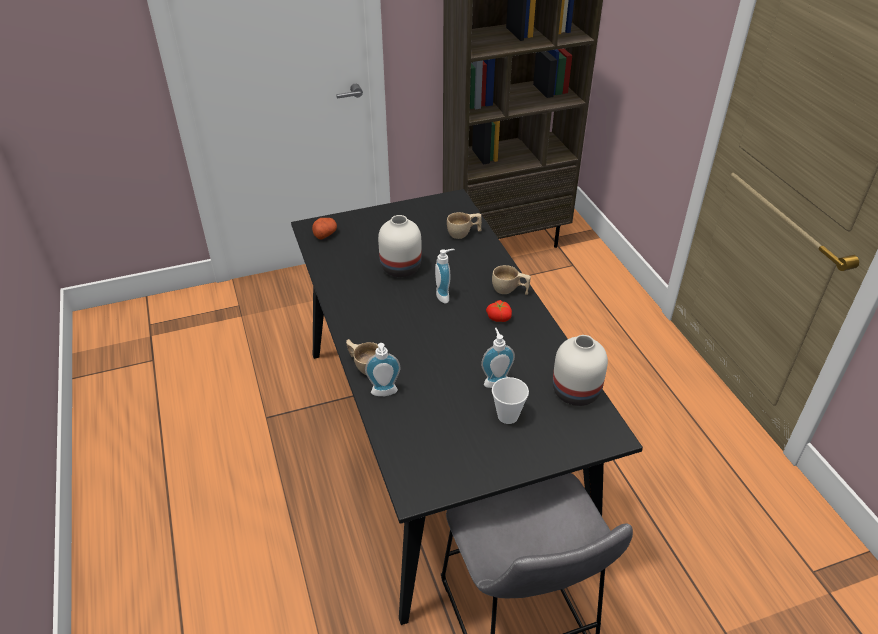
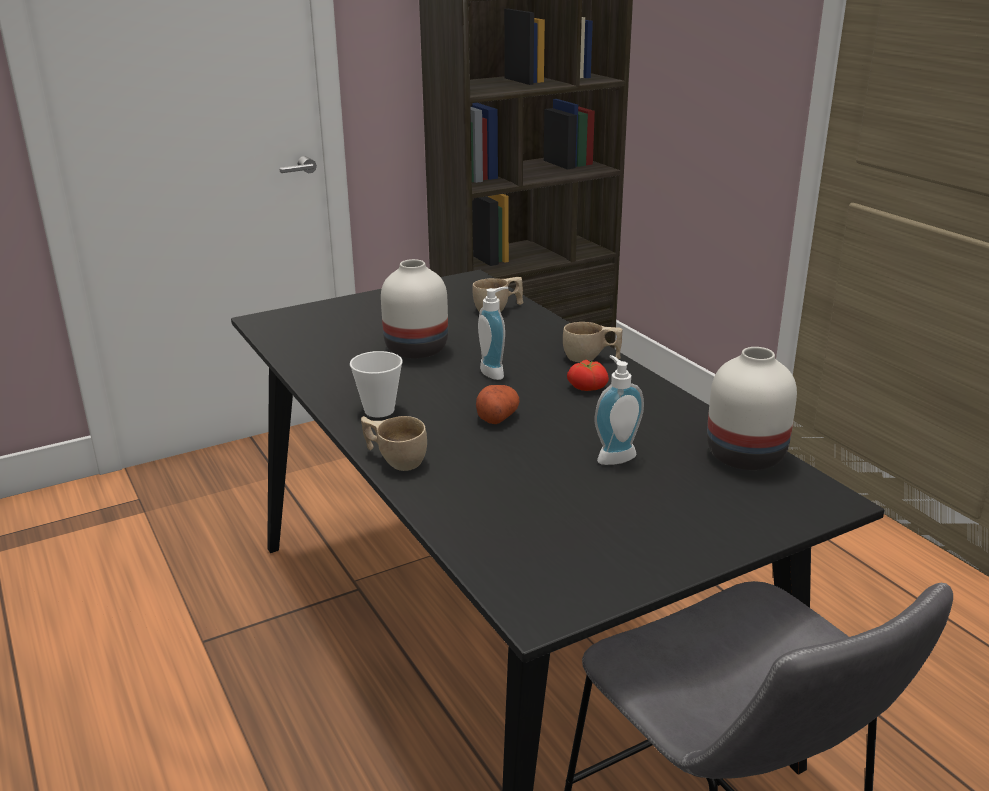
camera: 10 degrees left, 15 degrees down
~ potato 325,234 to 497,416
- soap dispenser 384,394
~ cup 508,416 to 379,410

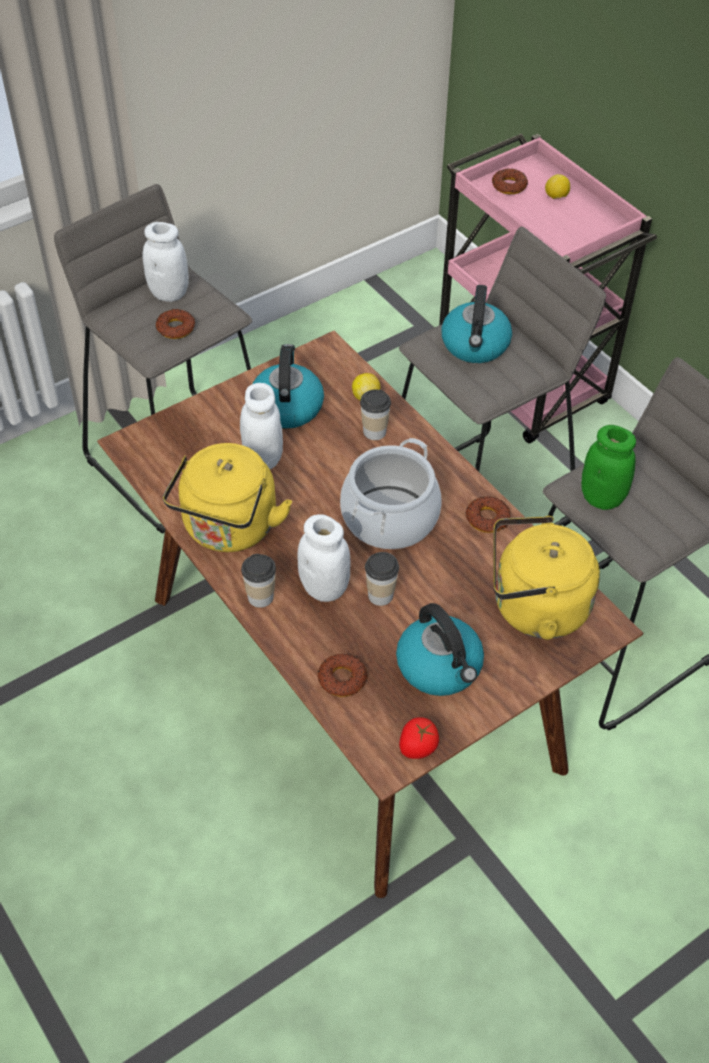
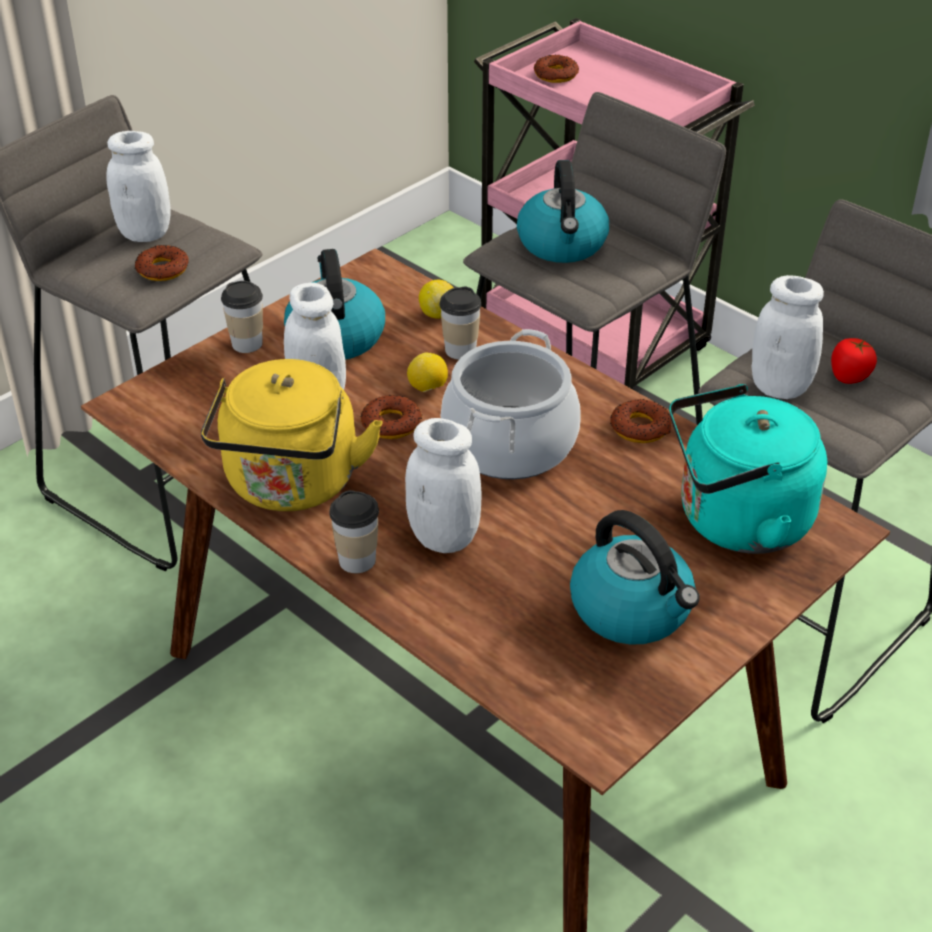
camera: 10 degrees left, 10 degrees down
~ lemon 556,197 to 428,388
~ green jar 602,498 to white jar 780,387
~ yellow kettle 534,607 to turquoise kettle 736,521
~ cup 380,595 to 247,343
~ donut 342,679 to 391,423
~ tomato 417,747 to 849,376

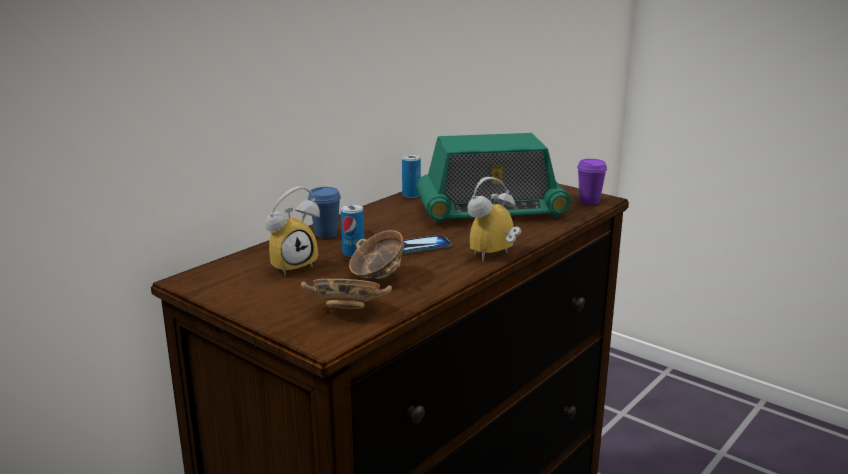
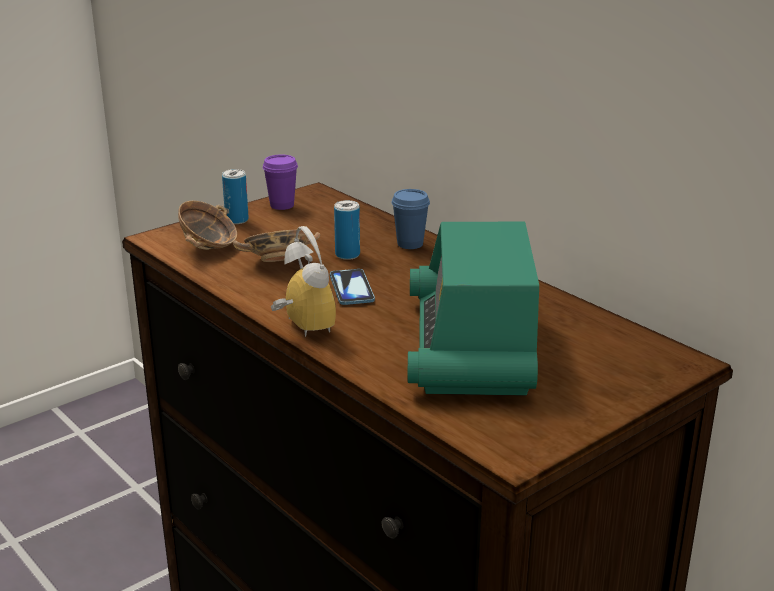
camera: 100 degrees right, 5 degrees up
~ can 411,195 to 237,220
~ purple cup 589,201 to 282,205
- alarm clock 292,265

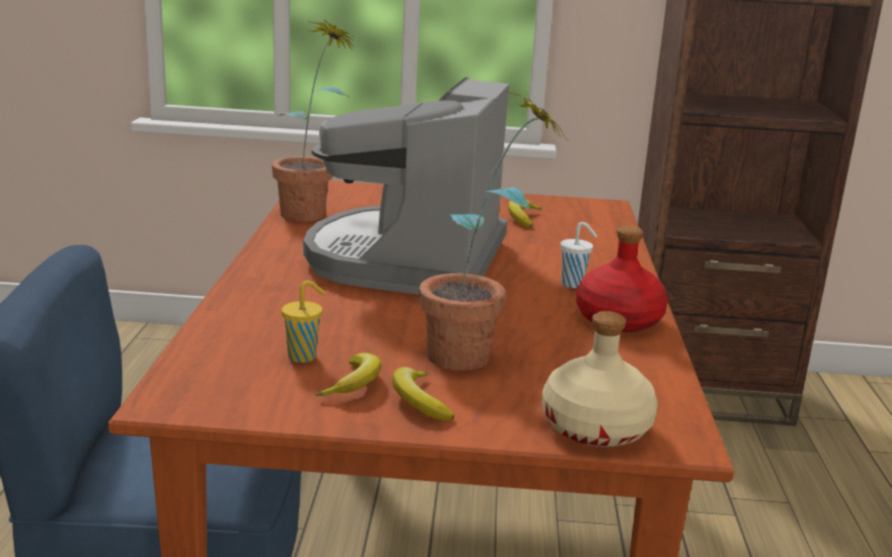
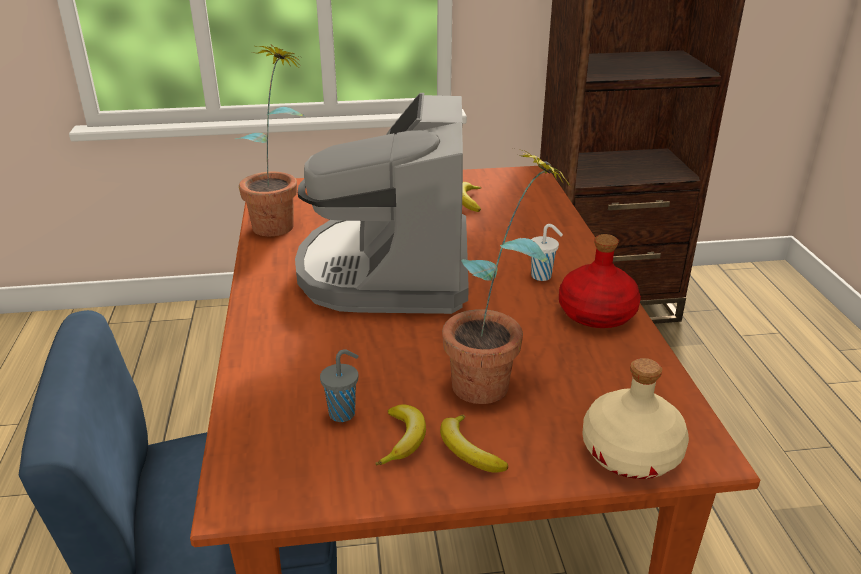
camera: 10 degrees left, 10 degrees up
~ yellow cup 304,357 to grey cup 343,413

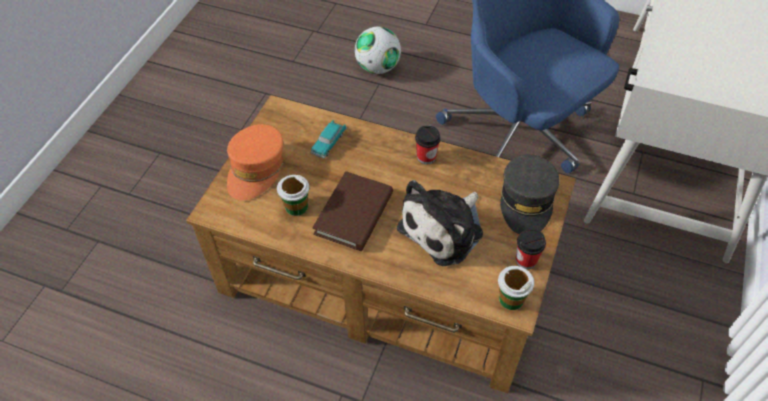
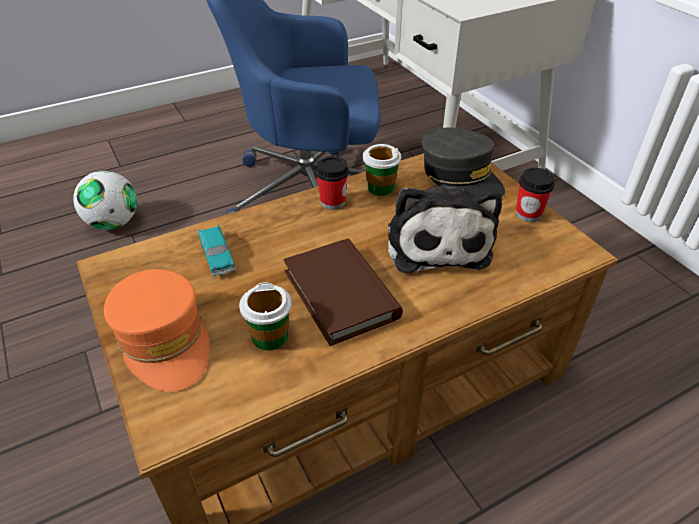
camera: 50 degrees left, 10 degrees down
~ cup 511,298 to 380,188

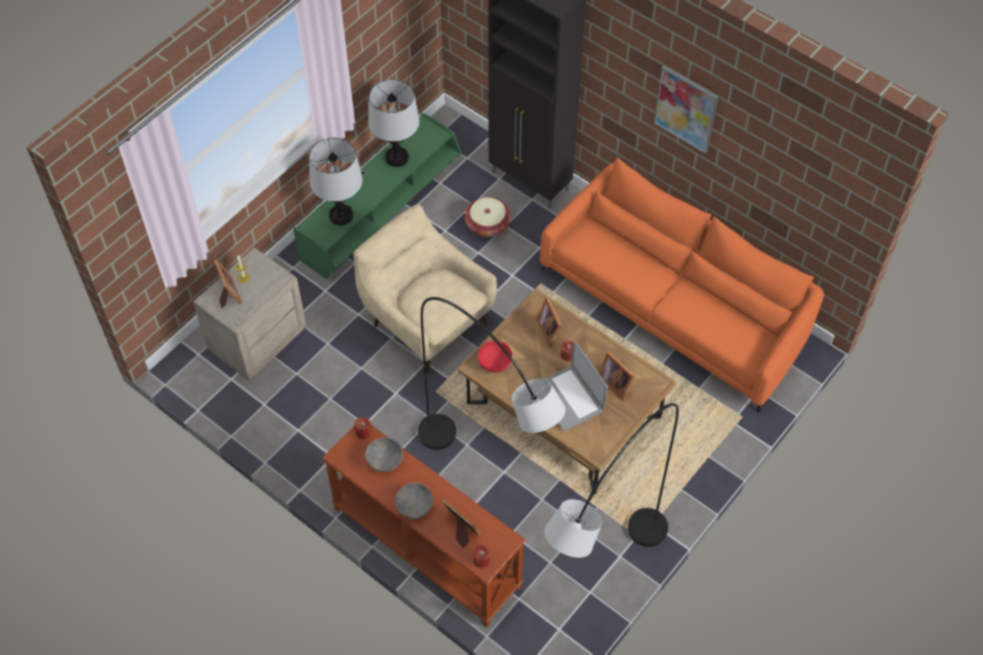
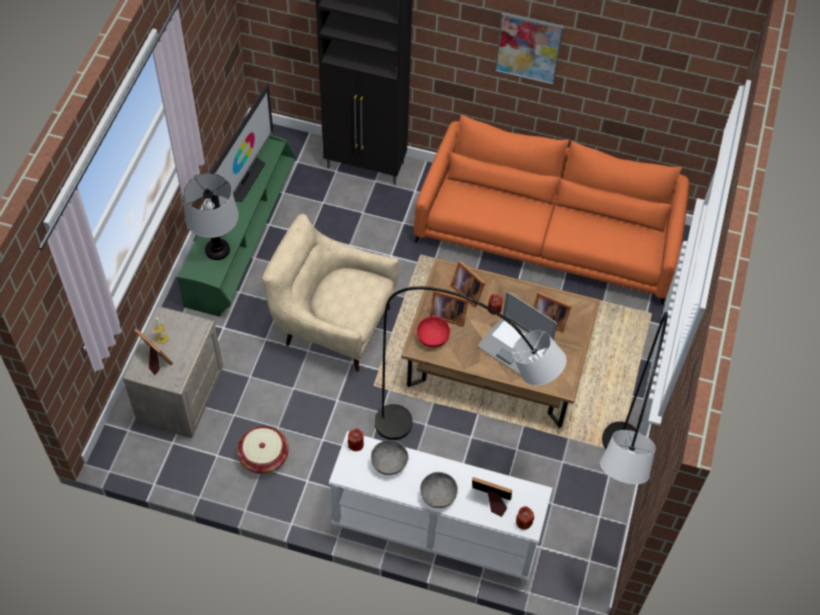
camera: 25 degrees left, 0 degrees up
~ table lamp 396,157 to television 243,179
~ basket 487,225 to 264,456
~ brown console table 425,548 to white console table 434,533
+ picture frame 447,314

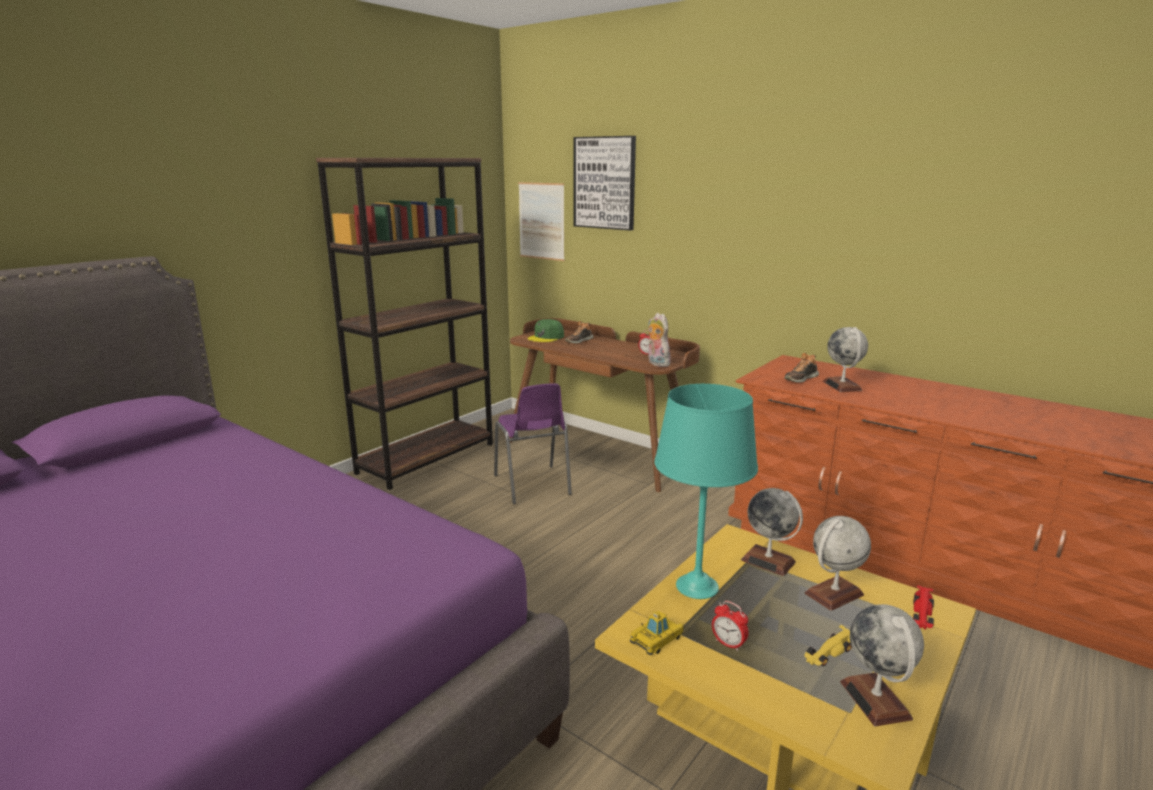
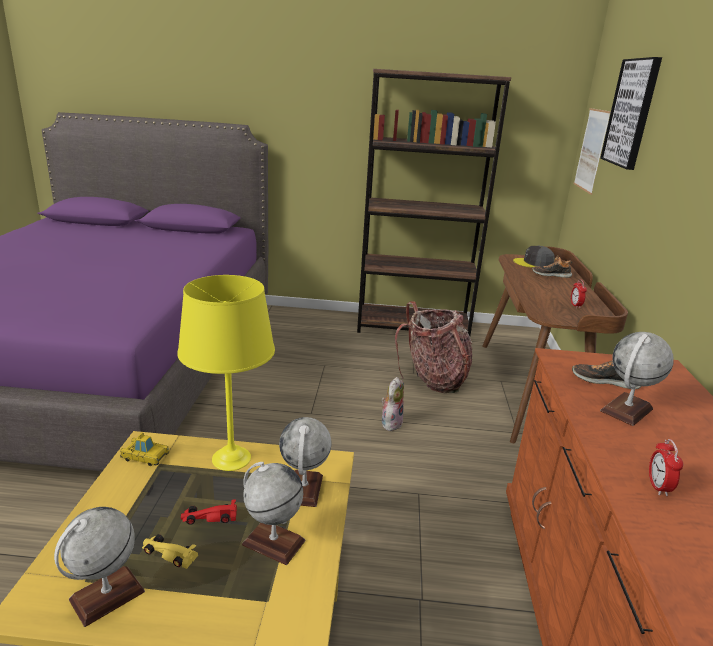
camera: 55 degrees right, 5 degrees up
~ plush toy 656,363 to 390,422
~ green cap 546,337 to grey cap 533,263
~ purple chair 532,486 to backpack 433,379
~ turquoise table lamp 697,587 to yellow table lamp 231,459
~ red toy car 922,614 to 209,517
~ alarm clock 728,644 to 658,487

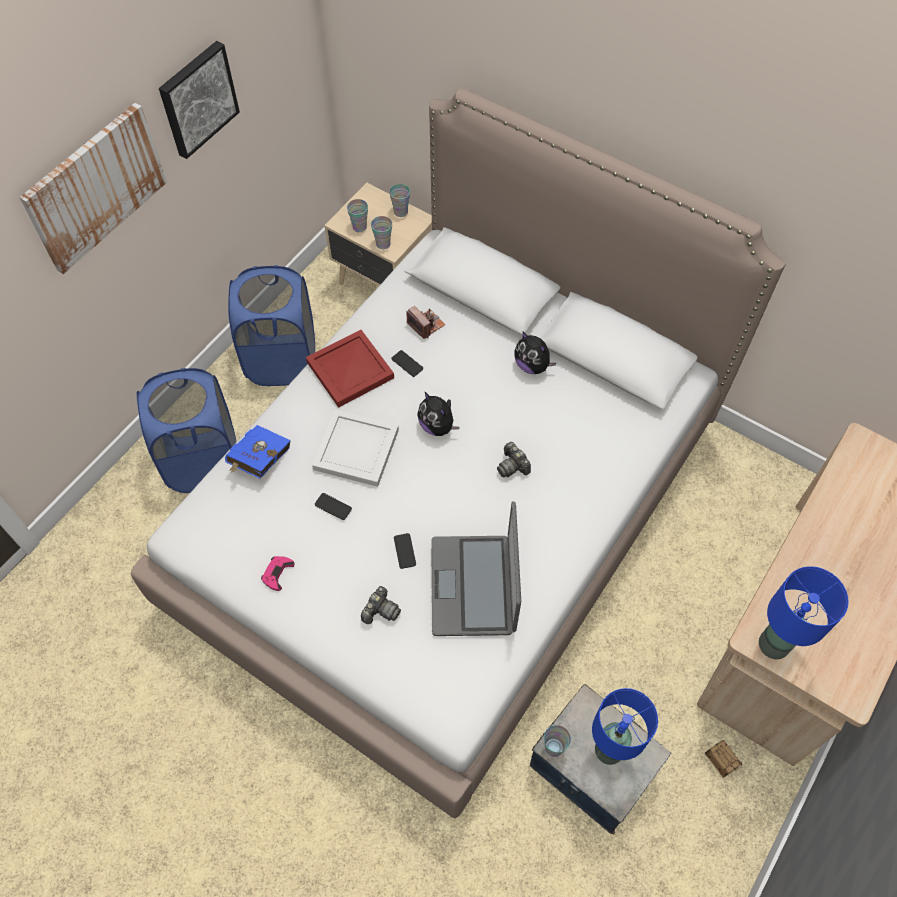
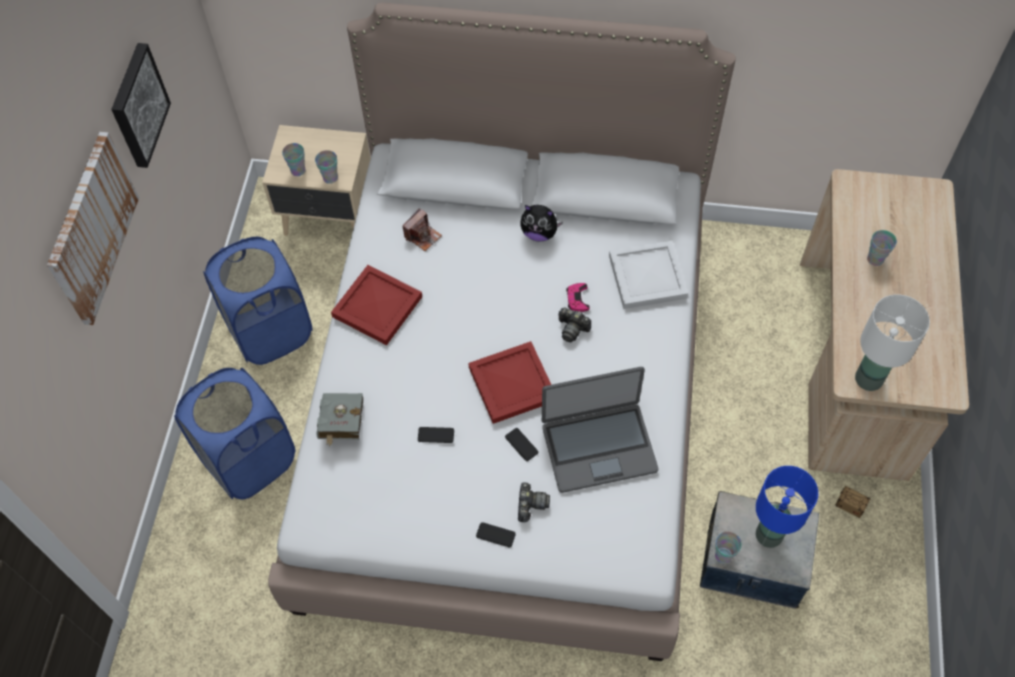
camera: 25 degrees left, 0 degrees up
~ cup 400,212 to 875,259
~ photo camera 426,325 = 423,236 105 degrees clockwise
~ phone 407,363 to 495,535
- plush toy 437,426
~ white tray 355,448 to 646,276
~ blue book 258,461 to grey book 341,426
~ laptop 474,586 = 598,446 75 degrees counterclockwise
~ pink game controller 277,573 to 577,299
~ blue table lamp 774,645 to white table lamp 869,379
+ red tray 511,385

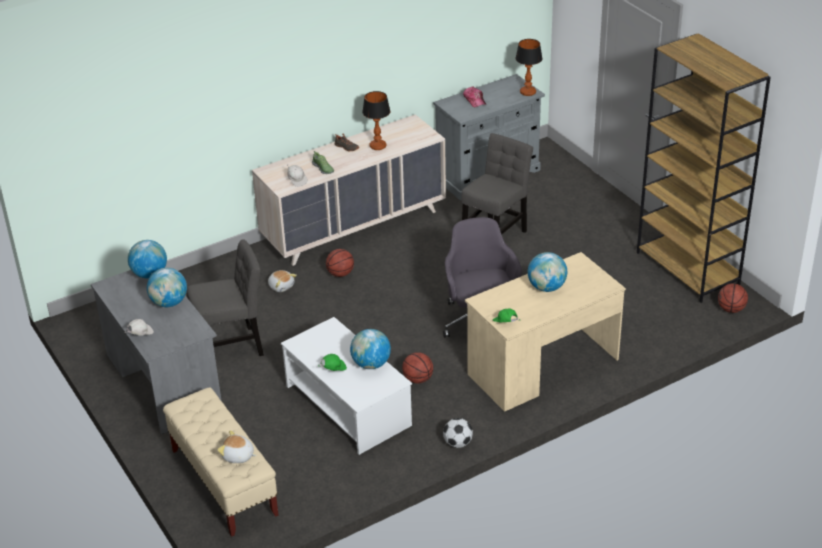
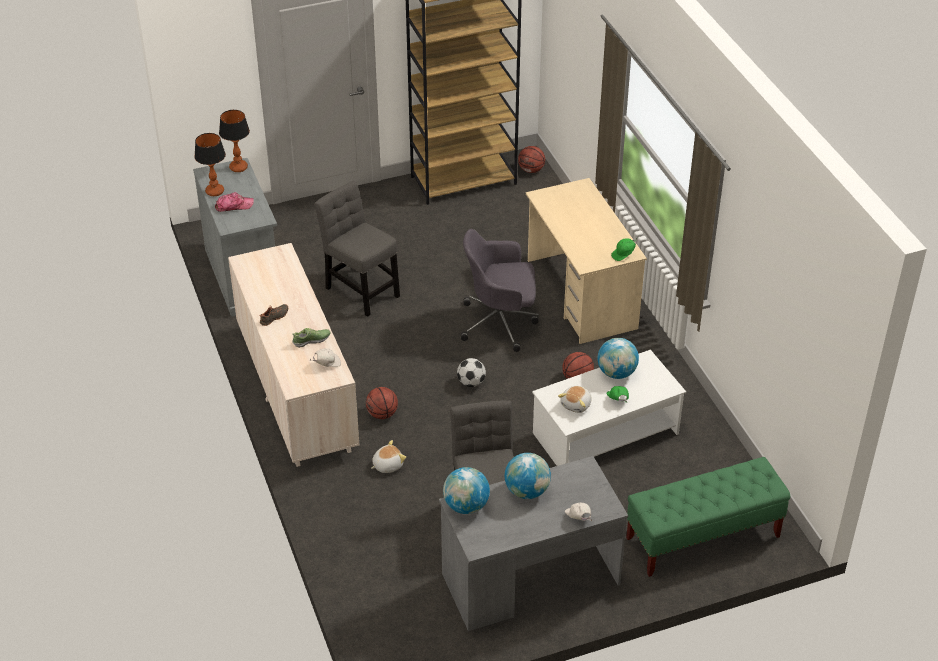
camera: 80 degrees left, 5 degrees up
~ table lamp 378,146 to 215,191
- globe 546,287
~ beige bench 224,482 to green bench 702,538
~ football 458,443 to 471,382
~ plush toy 238,456 to 576,404

